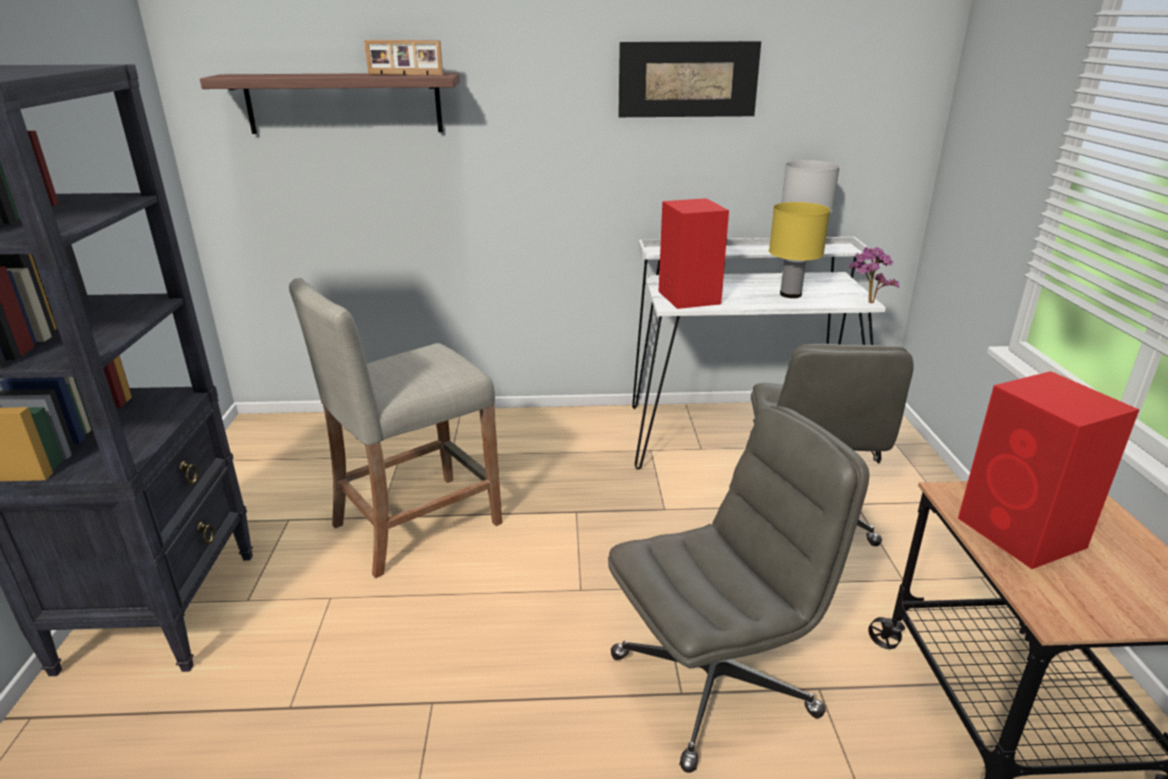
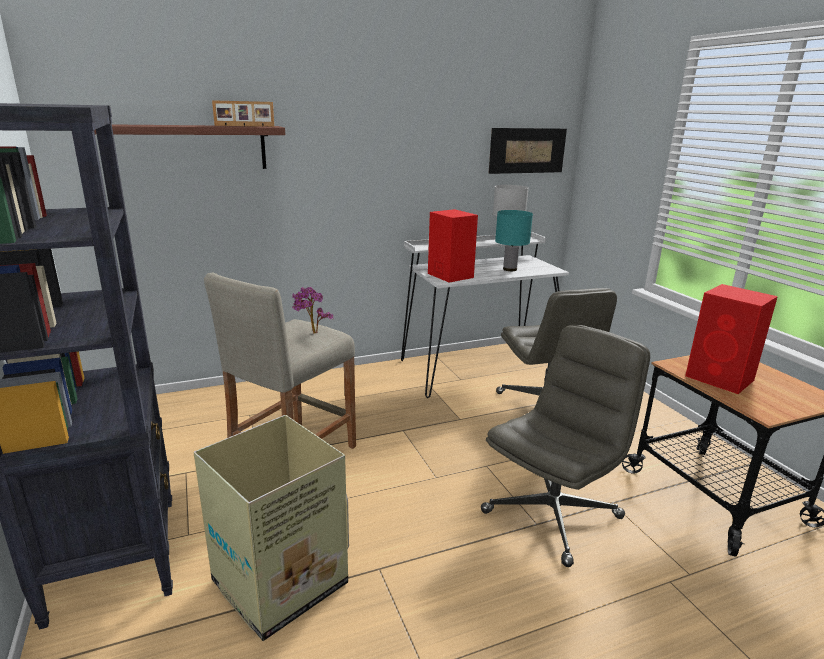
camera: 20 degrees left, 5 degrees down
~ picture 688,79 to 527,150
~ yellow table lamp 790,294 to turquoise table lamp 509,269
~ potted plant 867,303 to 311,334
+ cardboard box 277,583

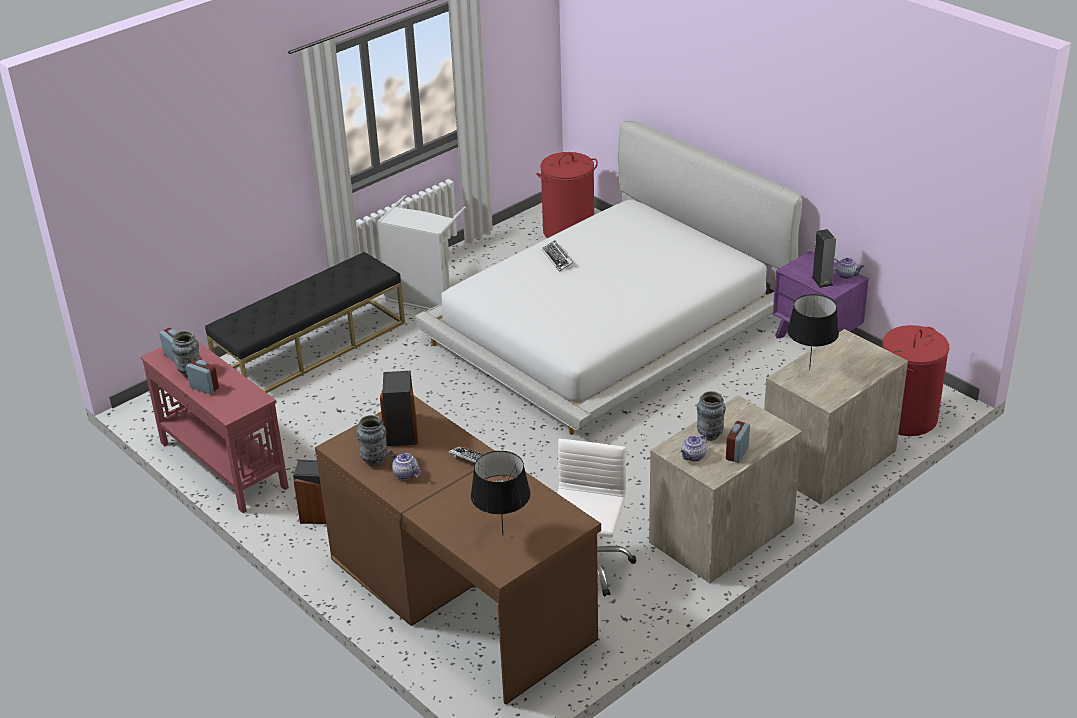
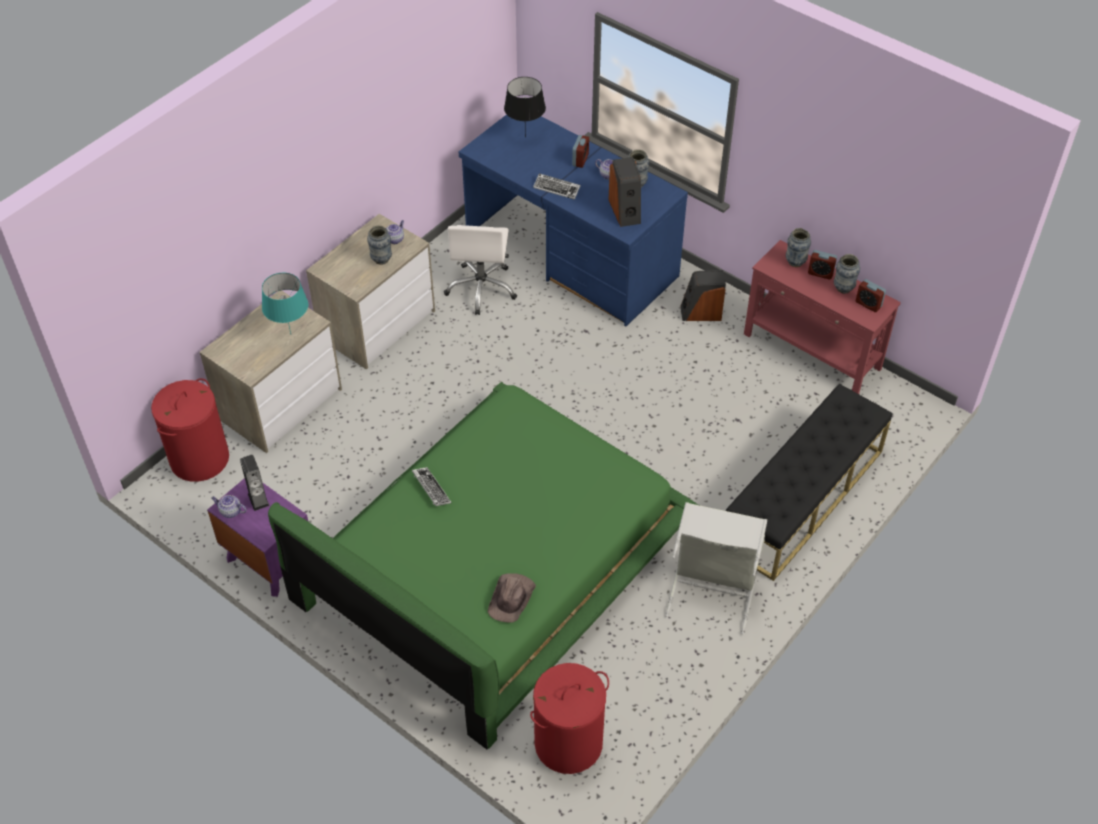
camera: 170 degrees right, 15 degrees up
~ white bed 609,326 to green bed 494,562
~ keyboard 557,258 to 431,489
~ black table lamp 809,369 to turquoise table lamp 290,334
~ brown desk 462,597 to blue desk 570,256
~ alarm clock 737,453 to 580,160
+ vase 795,262
+ brown hat 512,598

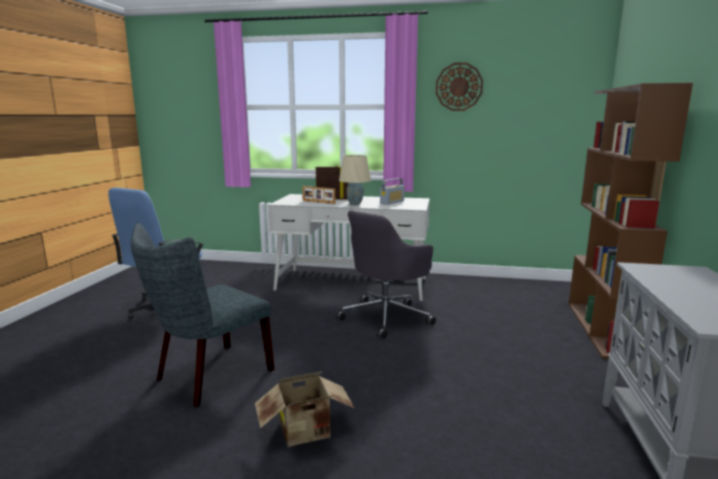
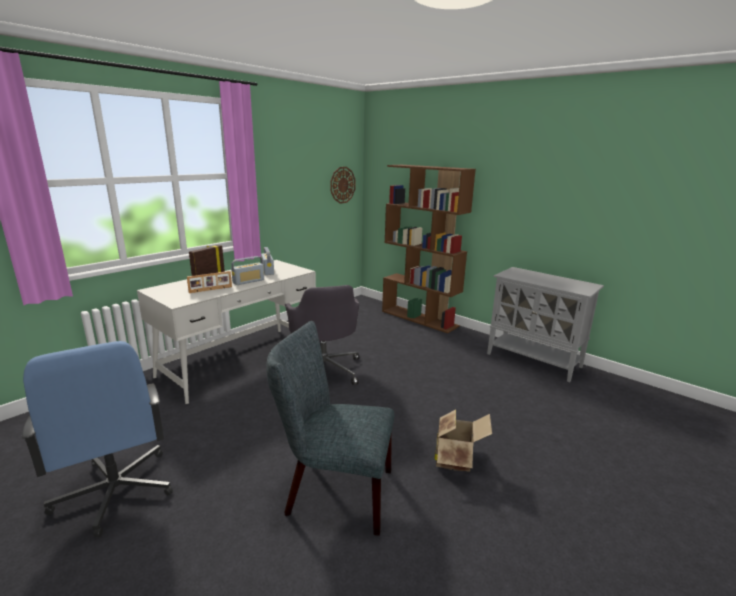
camera: 60 degrees left, 5 degrees up
~ wall clock 459,87 to 342,185
~ beige table lamp 355,204 to radio 248,281
~ grey chair 208,377 = 333,492 120 degrees clockwise

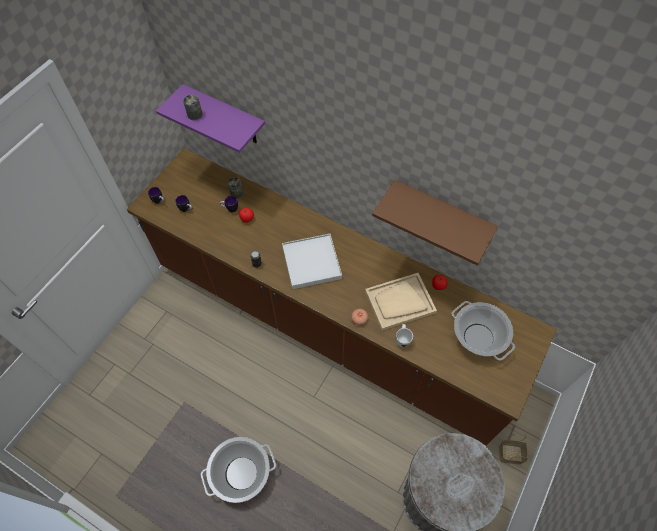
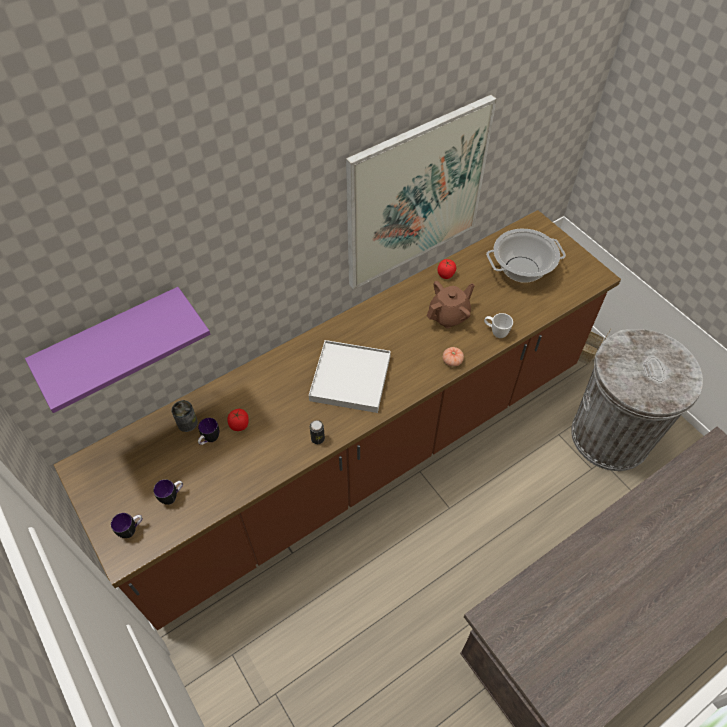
camera: 65 degrees left, 5 degrees down
- can 195,114
~ brown shelf 441,214 to picture 415,195
~ beige tray 400,302 to brown teapot 449,316
- cooking pot 241,474

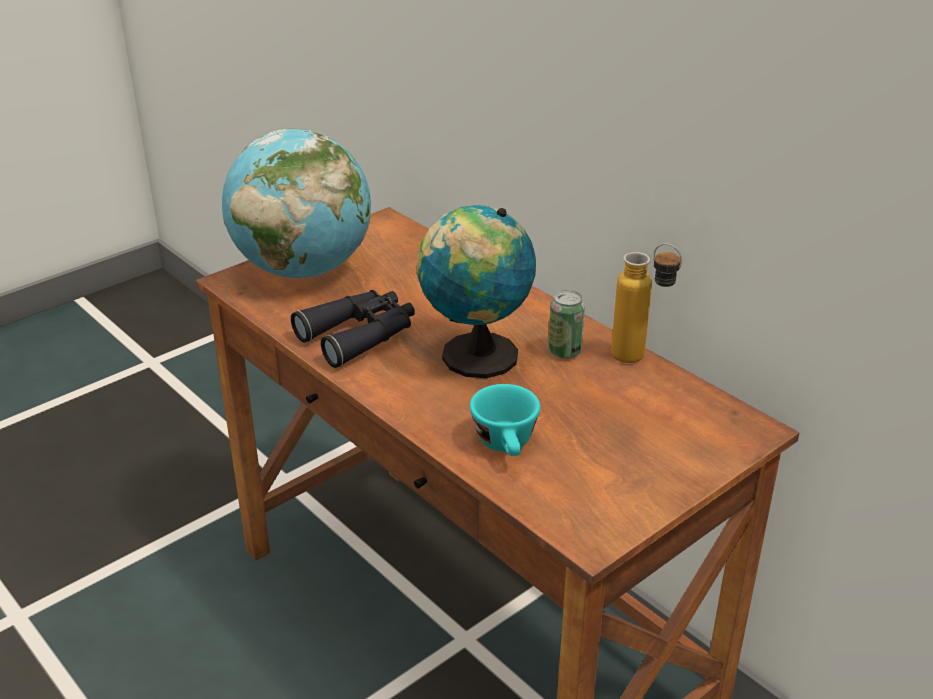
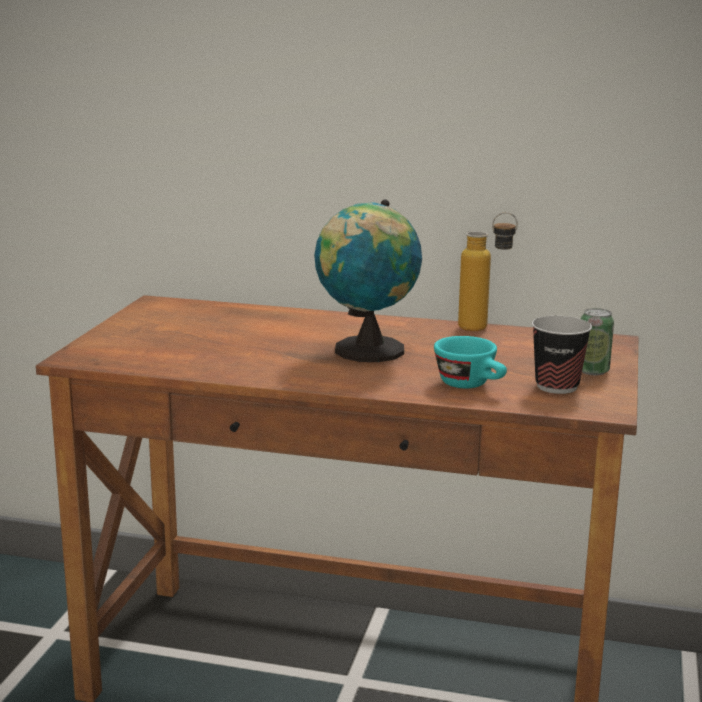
camera: 35 degrees left, 15 degrees down
- globe 303,269
- black binoculars 360,335
~ can 564,351 to 592,371
+ cup 557,386

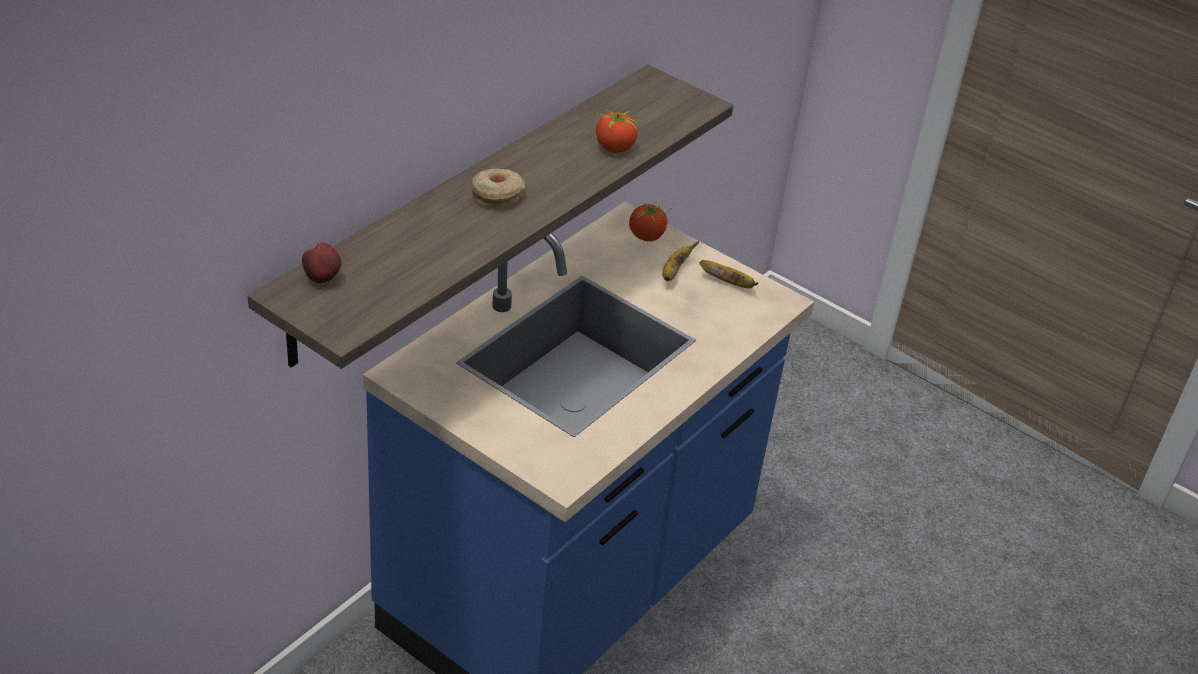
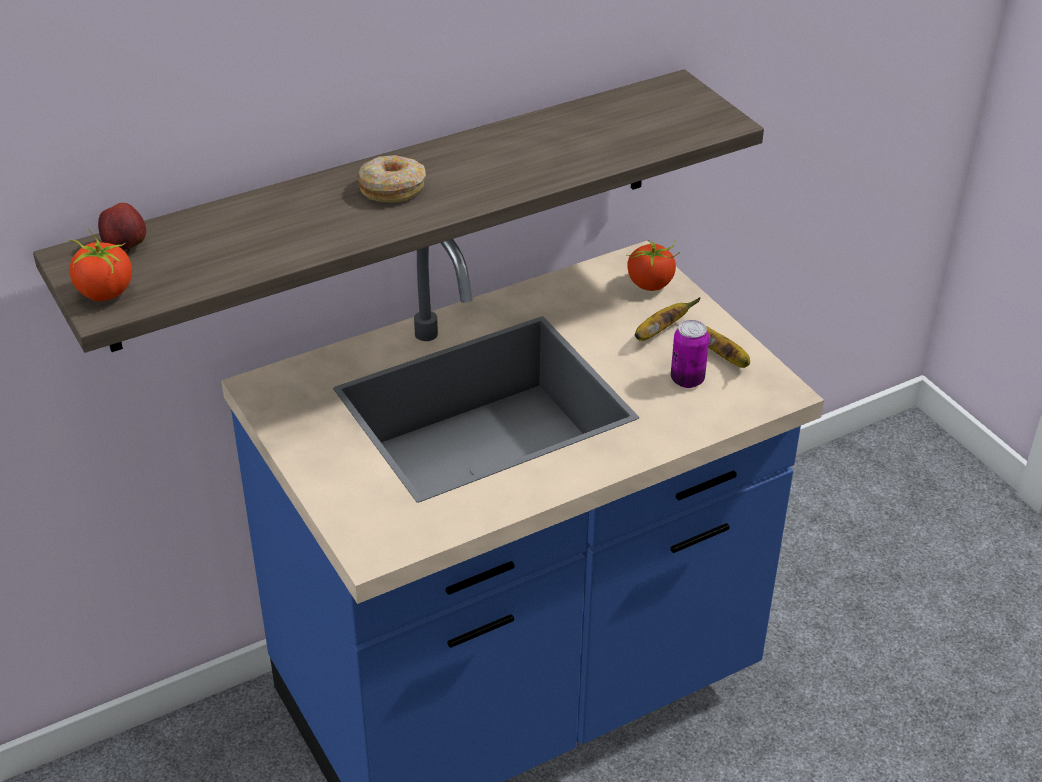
camera: 25 degrees right, 0 degrees up
~ tomato 614,147 to 104,292
+ can 687,380

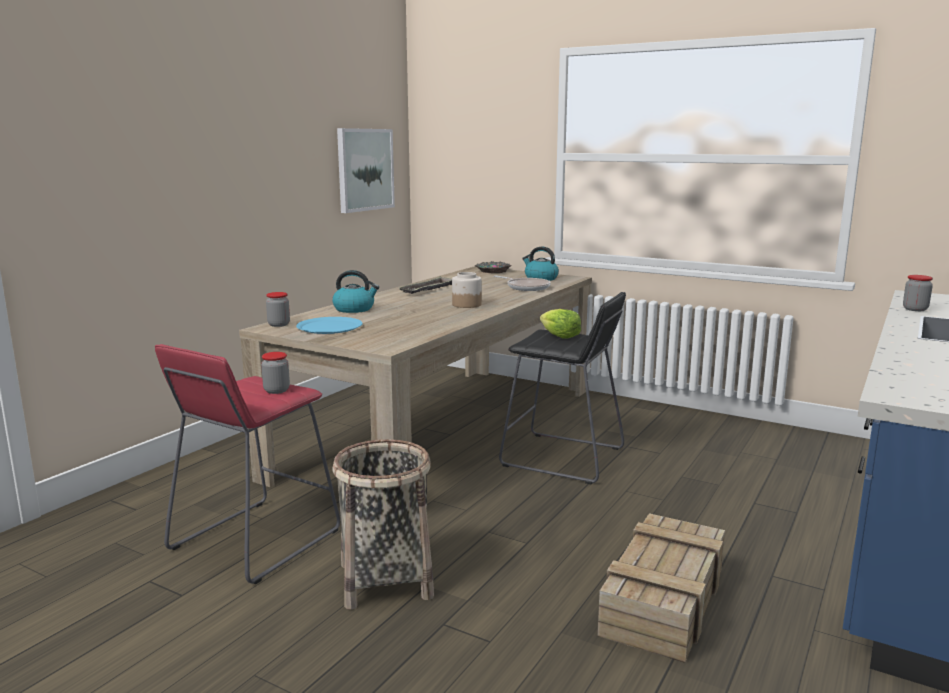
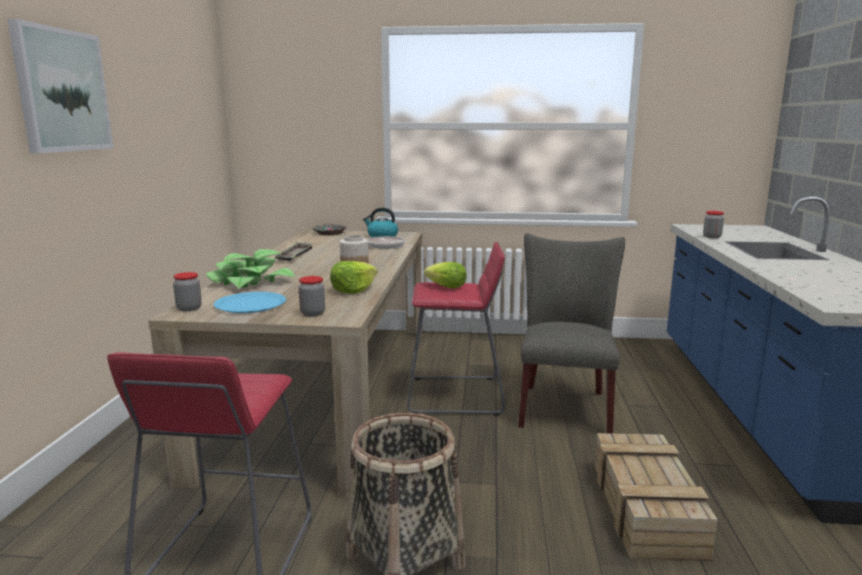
camera: 25 degrees left, 0 degrees up
~ picture 365,169 to 62,91
~ kettle 354,309 to potted plant 250,282
~ black stool 563,458 to red stool 455,395
~ jar 276,390 to 312,313
+ grey chair 564,405
+ lettuce 353,290

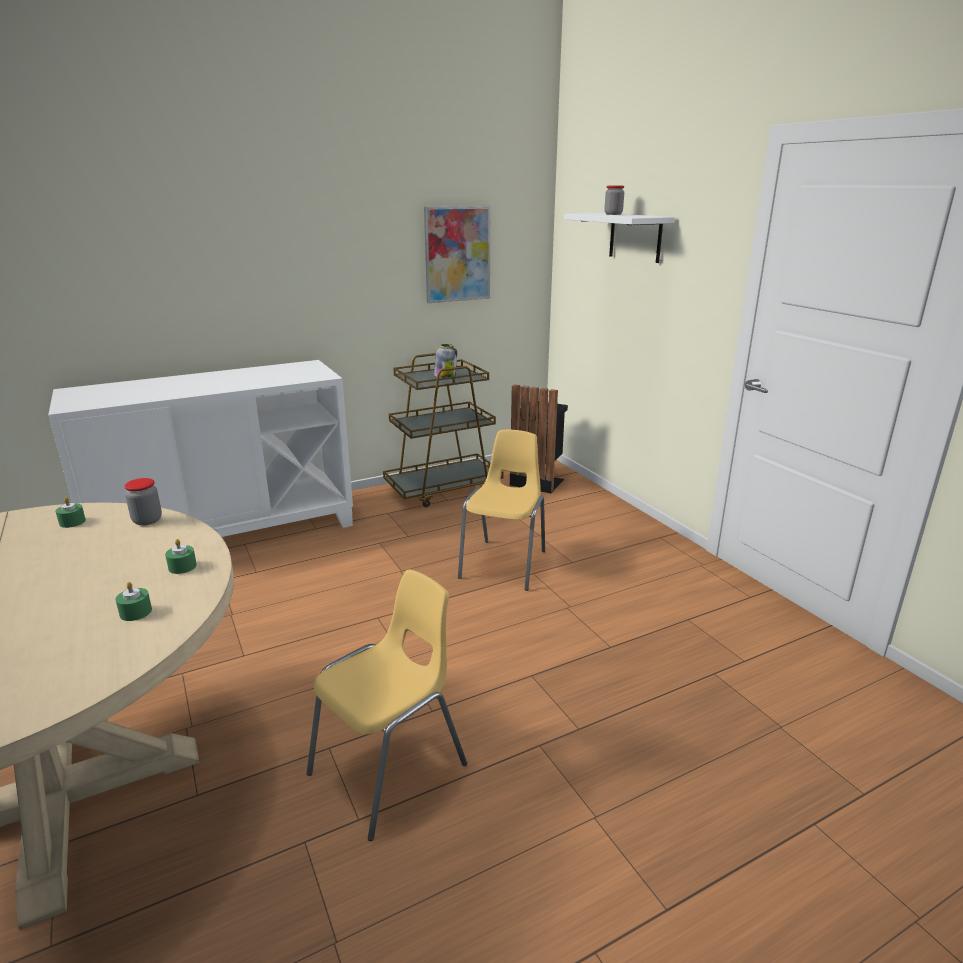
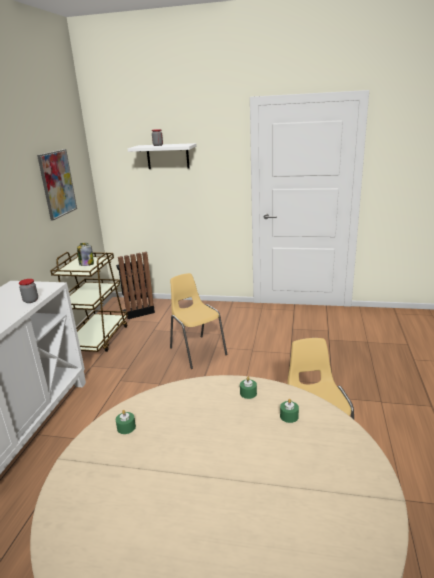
camera: 50 degrees left, 0 degrees up
~ jar 147,520 to 31,300

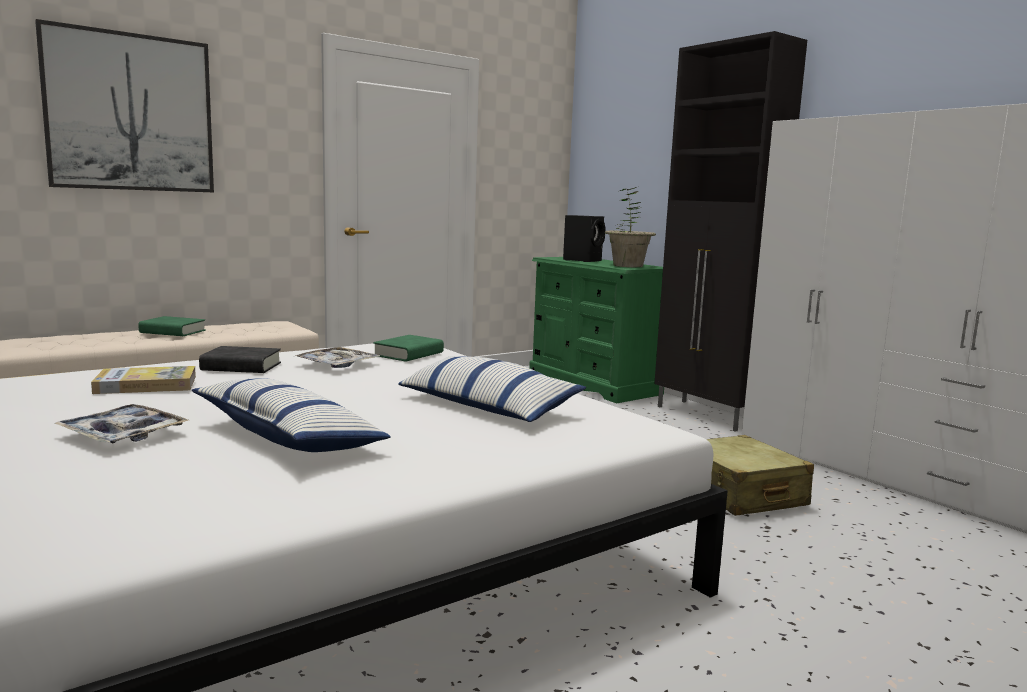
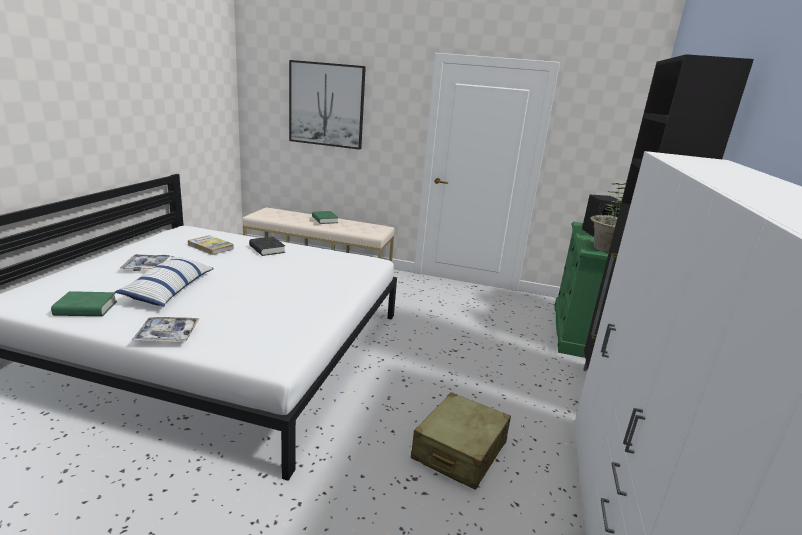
camera: 50 degrees right, 10 degrees up
~ green book 408,354 to 86,308
~ tray 337,364 to 167,335
- pillow 487,407

